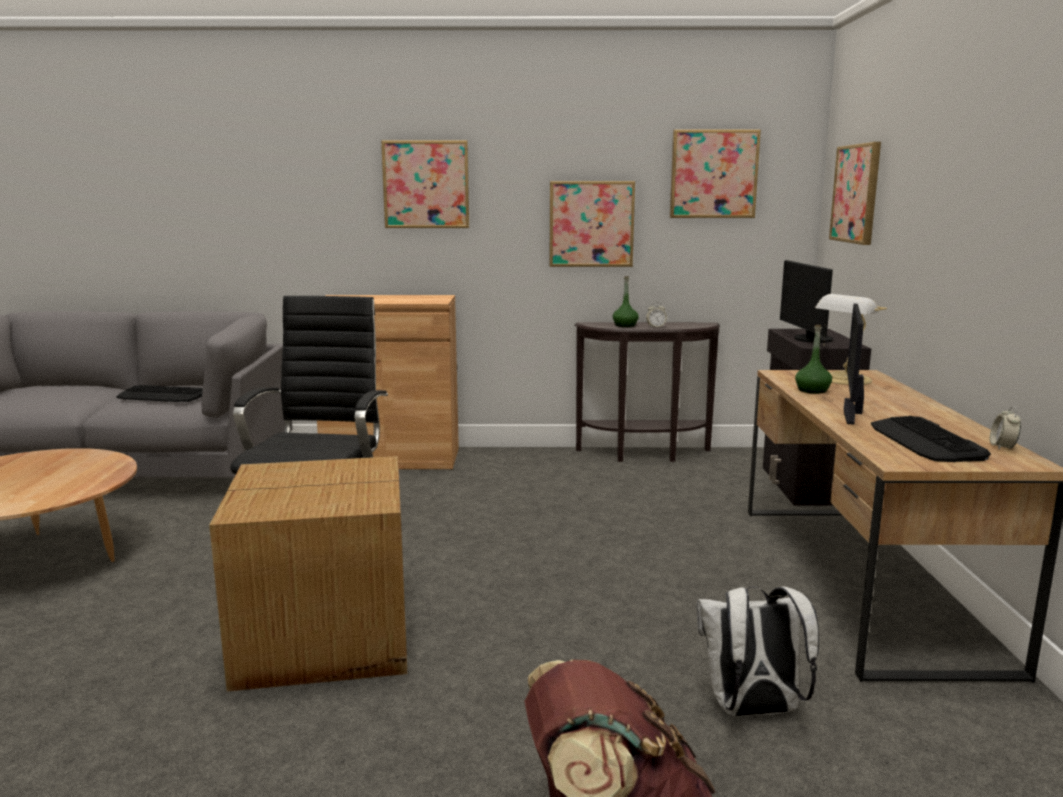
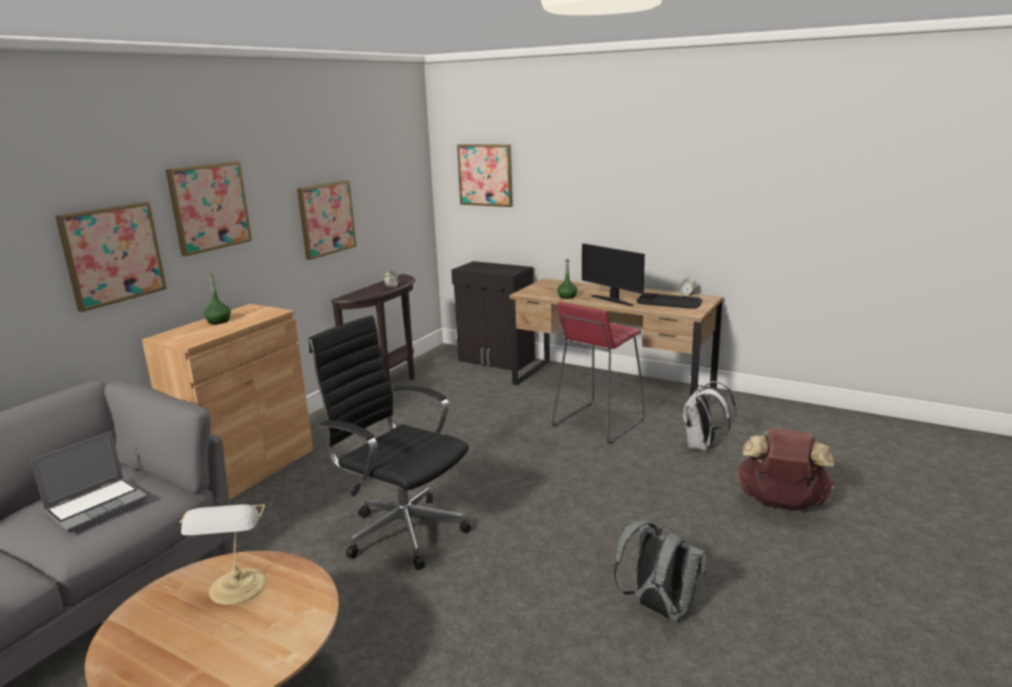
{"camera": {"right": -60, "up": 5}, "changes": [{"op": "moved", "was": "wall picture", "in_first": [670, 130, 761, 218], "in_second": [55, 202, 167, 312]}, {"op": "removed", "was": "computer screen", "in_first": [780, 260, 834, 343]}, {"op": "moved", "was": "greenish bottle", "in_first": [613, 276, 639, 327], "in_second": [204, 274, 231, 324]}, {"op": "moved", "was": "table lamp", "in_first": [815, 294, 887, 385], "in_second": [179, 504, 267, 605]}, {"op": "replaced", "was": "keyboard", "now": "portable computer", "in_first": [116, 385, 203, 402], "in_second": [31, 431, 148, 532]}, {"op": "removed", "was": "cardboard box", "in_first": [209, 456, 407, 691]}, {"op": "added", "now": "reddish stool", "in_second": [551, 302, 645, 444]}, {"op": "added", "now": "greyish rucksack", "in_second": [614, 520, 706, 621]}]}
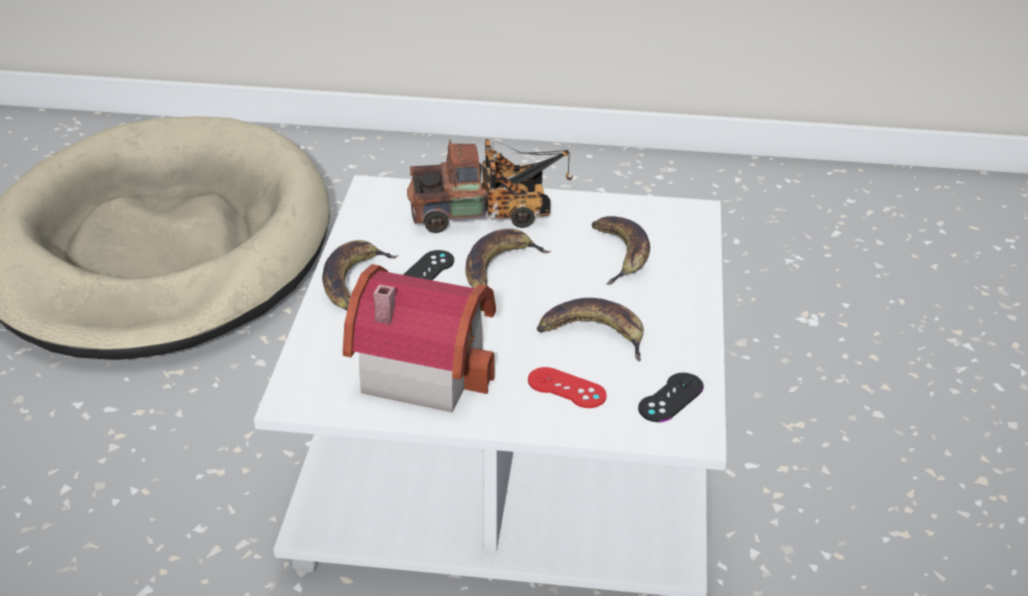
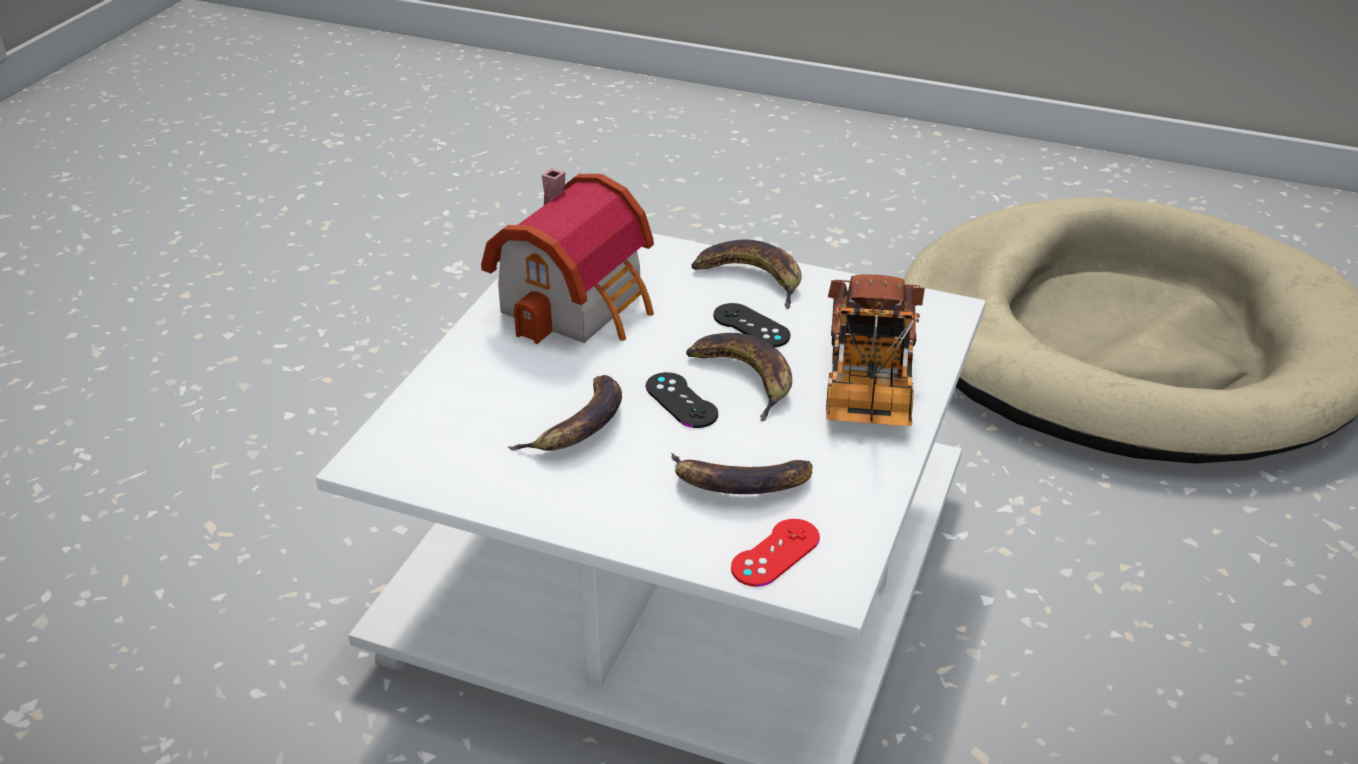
{"camera": {"right": 105, "up": 0}, "changes": [{"op": "moved", "was": "reddish game controller", "in_first": [528, 367, 607, 408], "in_second": [731, 519, 820, 587]}, {"op": "moved", "was": "blackish game controller", "in_first": [638, 373, 704, 422], "in_second": [646, 372, 718, 428]}]}
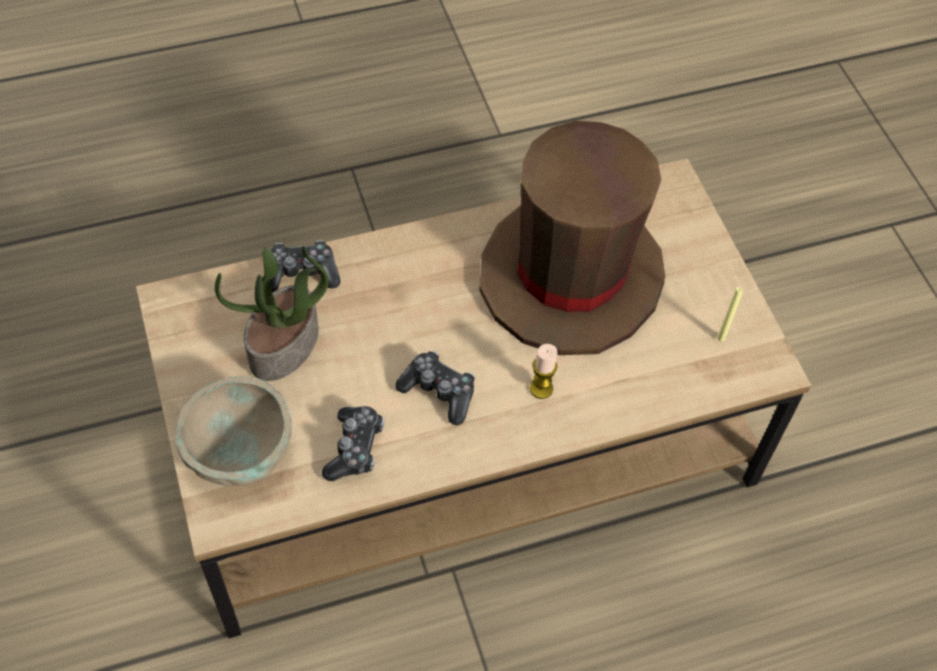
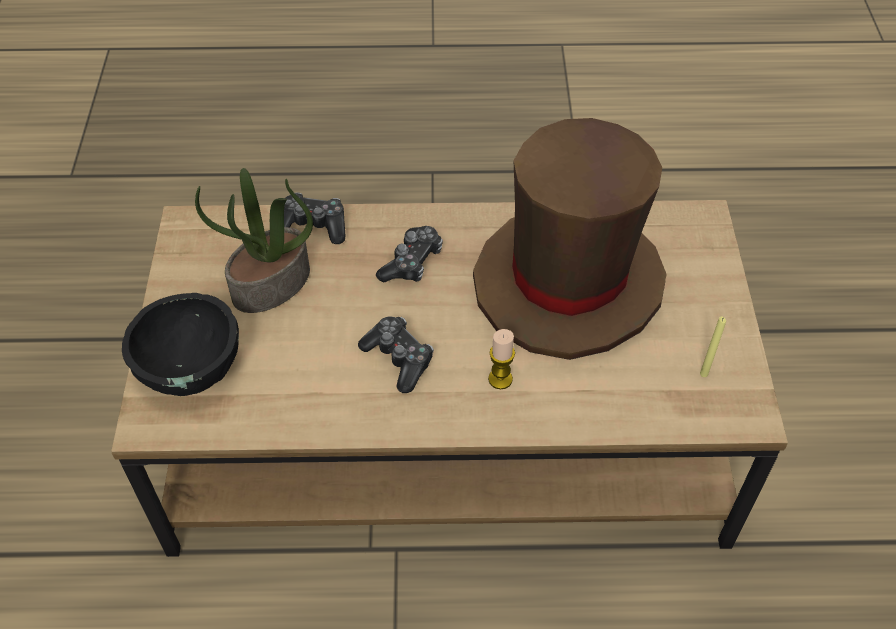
{"camera": {"right": 20, "up": -5}, "changes": [{"op": "recoloured", "was": "beige bowl", "now": "blackish bowl", "in_first": [175, 376, 292, 486], "in_second": [122, 293, 239, 396]}, {"op": "moved", "was": "game controller", "in_first": [322, 406, 384, 481], "in_second": [376, 226, 443, 282]}]}
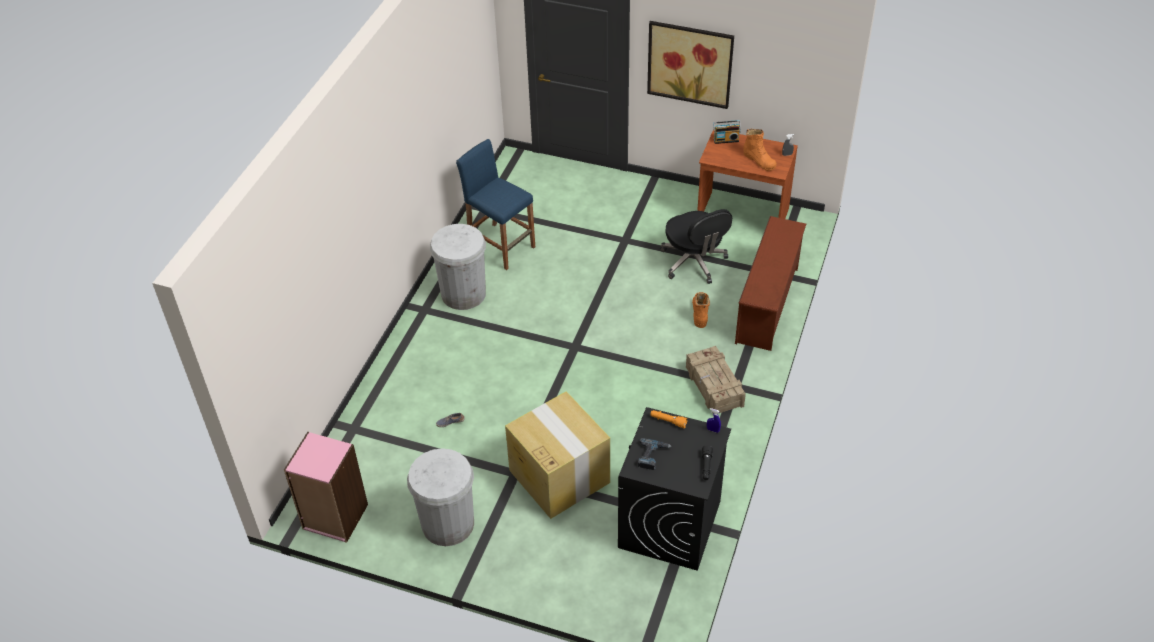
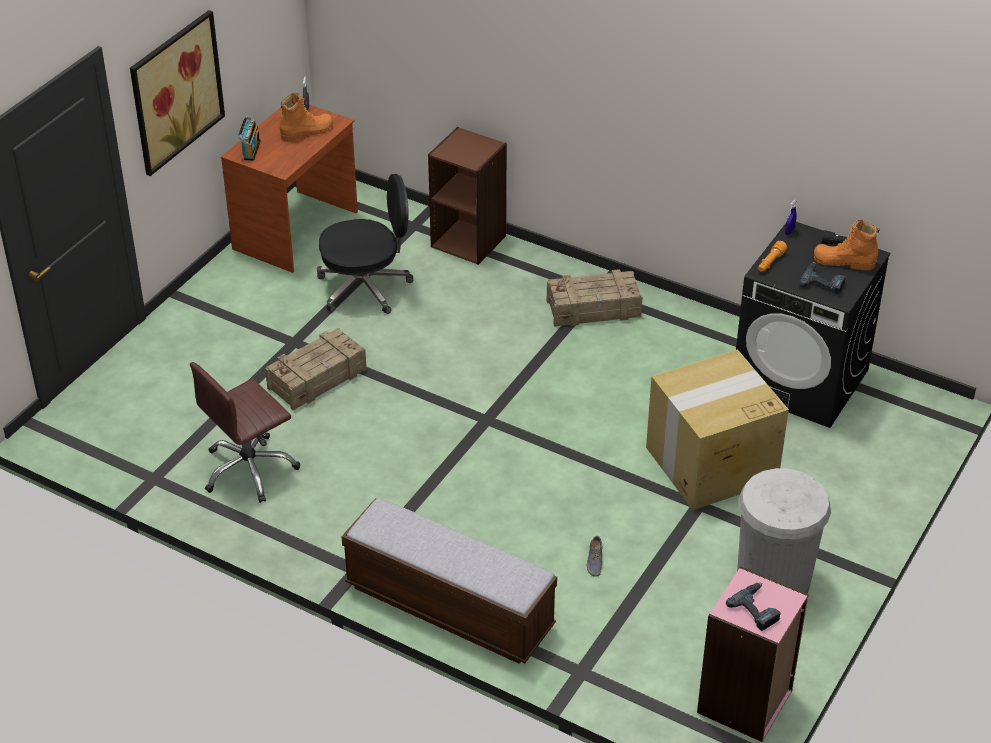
{"camera": {"right": -80, "up": -5}, "changes": [{"op": "replaced", "was": "blue stool", "now": "brown-coloured computer chair", "in_first": [456, 139, 535, 270], "in_second": [190, 362, 300, 503]}, {"op": "replaced", "was": "brown-coloured shoe stand", "now": "brown-coloured bookcase", "in_first": [735, 216, 806, 351], "in_second": [428, 127, 507, 265]}, {"op": "removed", "was": "whitish rubbish bin", "in_first": [430, 224, 486, 310]}, {"op": "moved", "was": "orangey tall boot", "in_first": [692, 292, 710, 328], "in_second": [814, 220, 880, 270]}, {"op": "added", "now": "crate", "in_second": [265, 328, 367, 411]}, {"op": "added", "now": "indoor bench", "in_second": [342, 498, 557, 664]}, {"op": "added", "now": "electric drill", "in_second": [726, 582, 781, 631]}]}
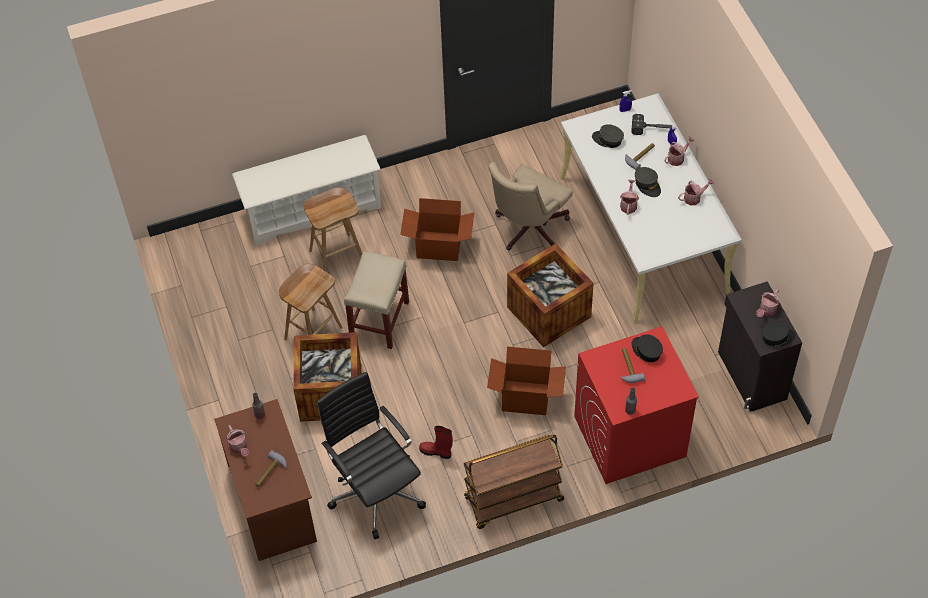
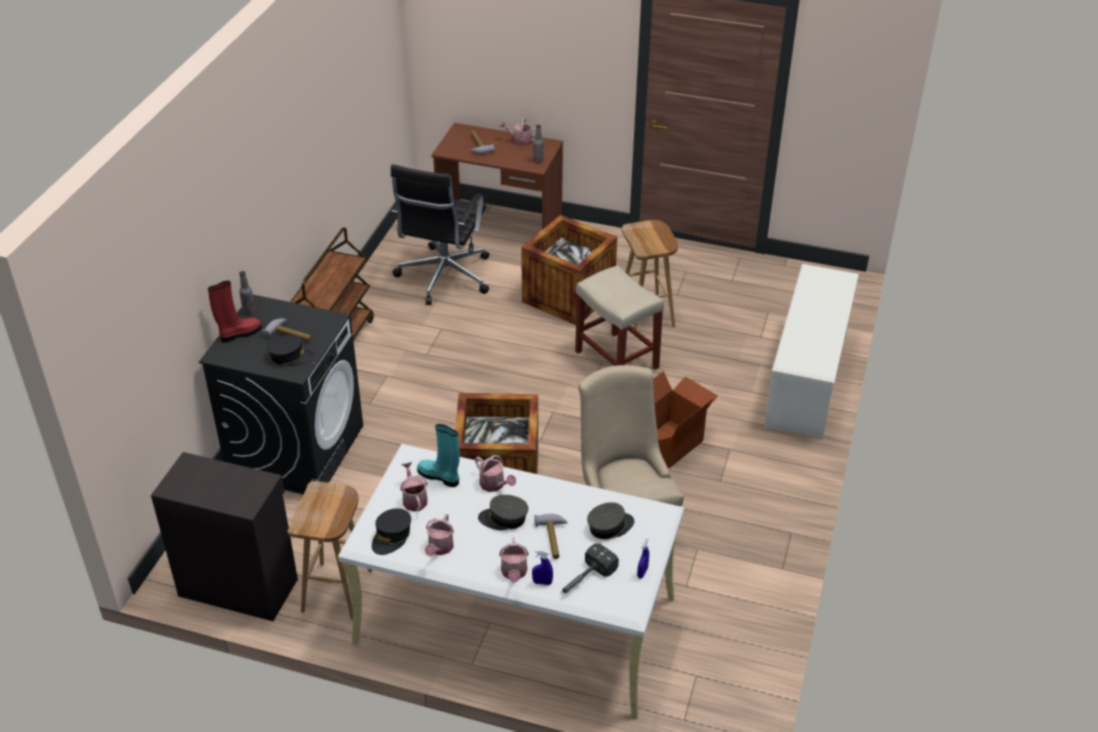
{"camera": {"right": 125, "up": -15}, "changes": [{"op": "moved", "was": "brown-coloured stool", "in_first": [304, 187, 362, 272], "in_second": [287, 481, 372, 621]}, {"op": "moved", "was": "sprinkling can", "in_first": [756, 290, 779, 317], "in_second": [400, 462, 428, 511]}, {"op": "moved", "was": "blackish baseball cap", "in_first": [762, 321, 796, 346], "in_second": [372, 508, 411, 555]}, {"op": "recoloured", "was": "reddish washing machine", "now": "blackish washing machine", "in_first": [574, 326, 699, 484], "in_second": [199, 295, 363, 494]}, {"op": "removed", "was": "cardboard box", "in_first": [487, 347, 566, 415]}, {"op": "turned", "was": "blackish computer chair", "in_first": [316, 372, 426, 539], "in_second": [391, 164, 490, 305], "clockwise": 105}, {"op": "moved", "was": "reddish tall boot", "in_first": [419, 426, 453, 459], "in_second": [208, 281, 262, 343]}, {"op": "added", "now": "turquoise tall boot", "in_second": [417, 424, 460, 487]}]}
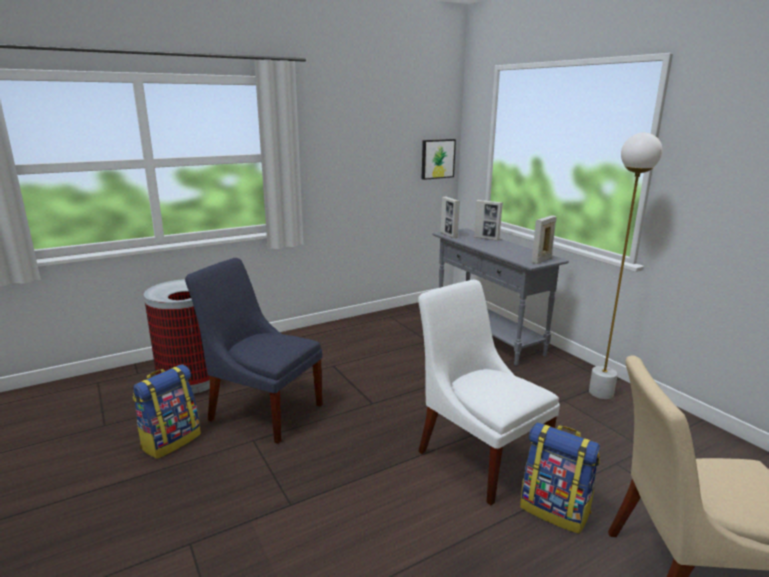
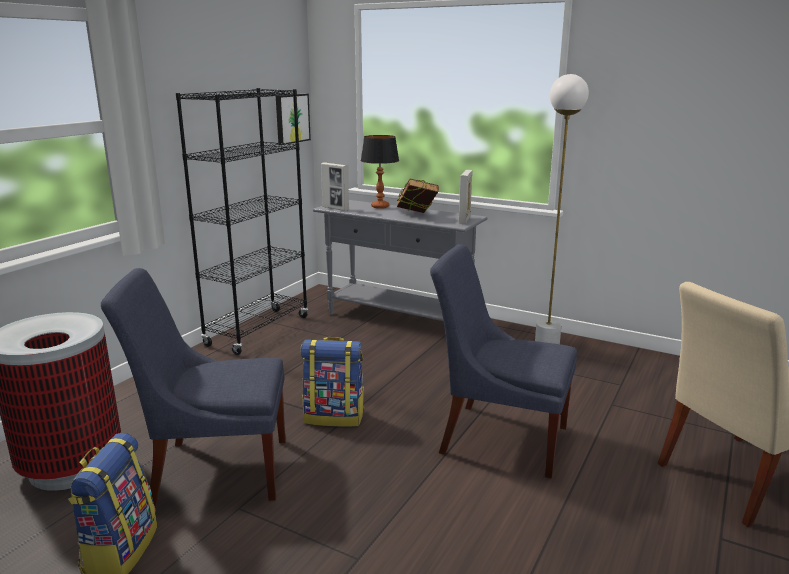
{"camera": {"right": -30, "up": 0}, "changes": [{"op": "replaced", "was": "picture frame", "now": "table lamp", "in_first": [474, 200, 503, 241], "in_second": [361, 135, 399, 209]}, {"op": "recoloured", "was": "whitish chair", "now": "blue chair", "in_first": [418, 279, 560, 505], "in_second": [430, 244, 577, 479]}, {"op": "moved", "was": "rucksack", "in_first": [520, 422, 600, 534], "in_second": [301, 337, 365, 427]}, {"op": "added", "now": "blackish bookcase", "in_second": [176, 88, 308, 355]}, {"op": "added", "now": "volume", "in_second": [397, 179, 439, 213]}]}
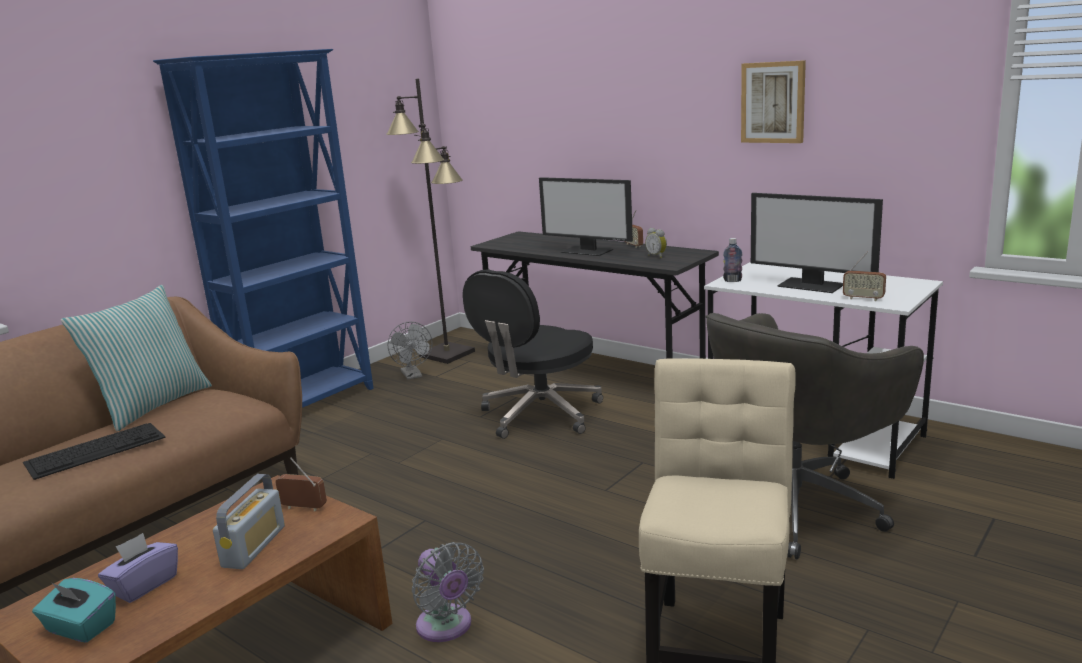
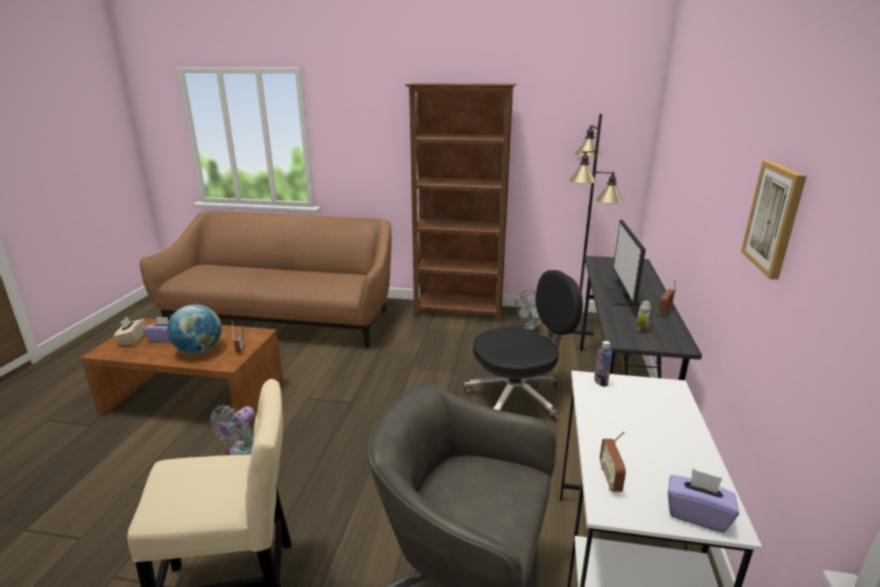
{"camera": {"right": 60, "up": 5}, "changes": [{"op": "recoloured", "was": "blue bookcase", "now": "brown-coloured bookcase", "in_first": [153, 49, 374, 408], "in_second": [405, 83, 517, 323]}, {"op": "removed", "was": "computer screen", "in_first": [751, 193, 883, 293]}, {"op": "turned", "was": "blackish computer chair", "in_first": [462, 270, 603, 439], "in_second": [464, 270, 583, 421], "clockwise": 150}, {"op": "removed", "was": "pillow", "in_first": [61, 285, 212, 431]}, {"op": "removed", "was": "keyboard", "in_first": [23, 423, 166, 480]}, {"op": "replaced", "was": "radio", "now": "world globe", "in_first": [213, 474, 285, 569], "in_second": [167, 304, 222, 354]}, {"op": "recoloured", "was": "turquoise tissue box", "now": "beige tissue box", "in_first": [32, 578, 116, 642], "in_second": [114, 317, 145, 345]}, {"op": "added", "now": "purple tissue box", "in_second": [668, 469, 739, 533]}]}
